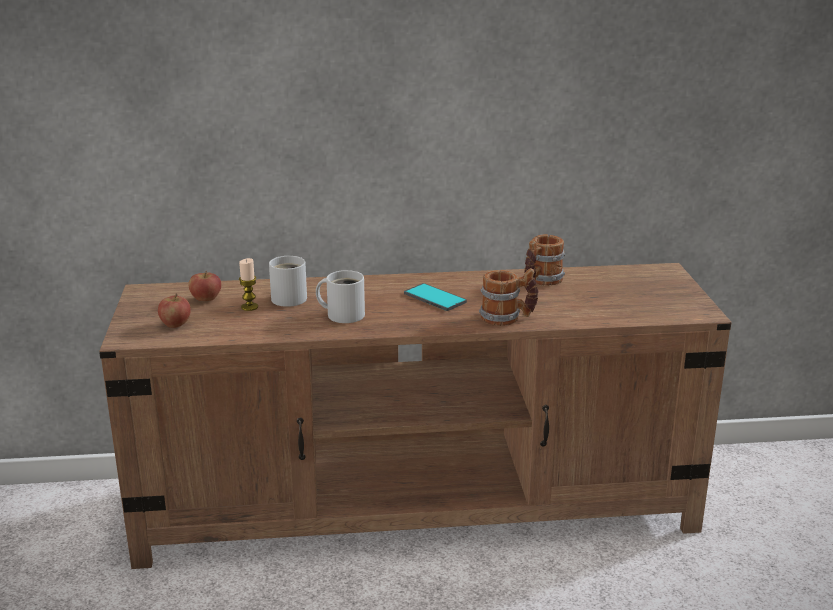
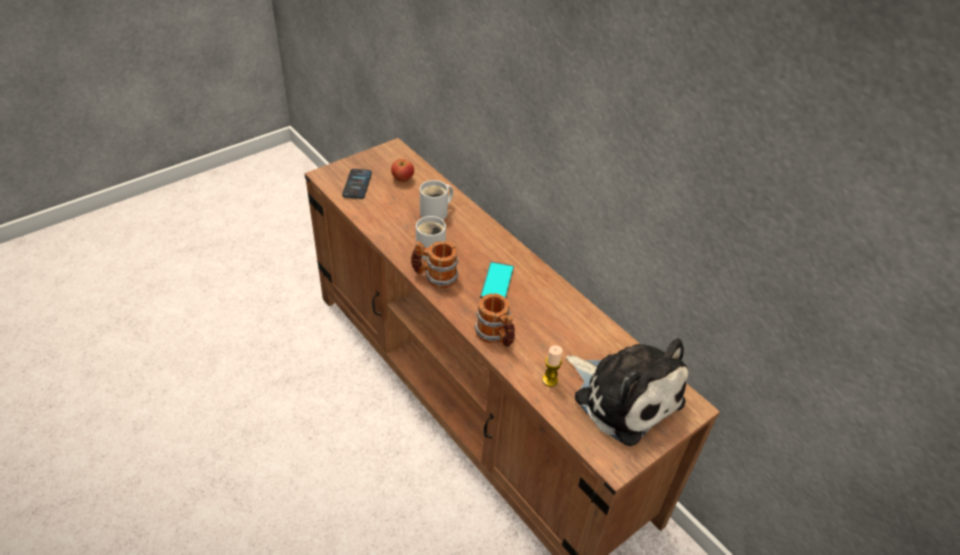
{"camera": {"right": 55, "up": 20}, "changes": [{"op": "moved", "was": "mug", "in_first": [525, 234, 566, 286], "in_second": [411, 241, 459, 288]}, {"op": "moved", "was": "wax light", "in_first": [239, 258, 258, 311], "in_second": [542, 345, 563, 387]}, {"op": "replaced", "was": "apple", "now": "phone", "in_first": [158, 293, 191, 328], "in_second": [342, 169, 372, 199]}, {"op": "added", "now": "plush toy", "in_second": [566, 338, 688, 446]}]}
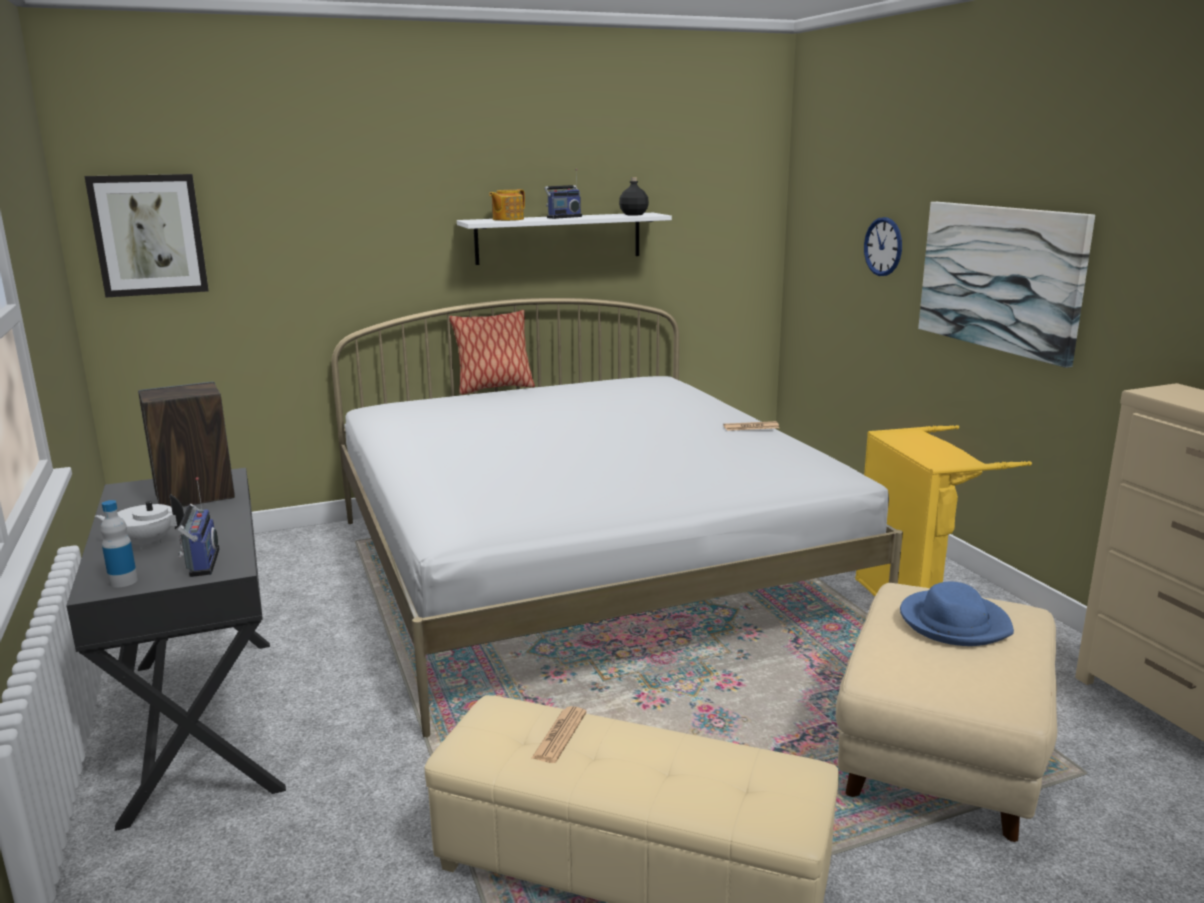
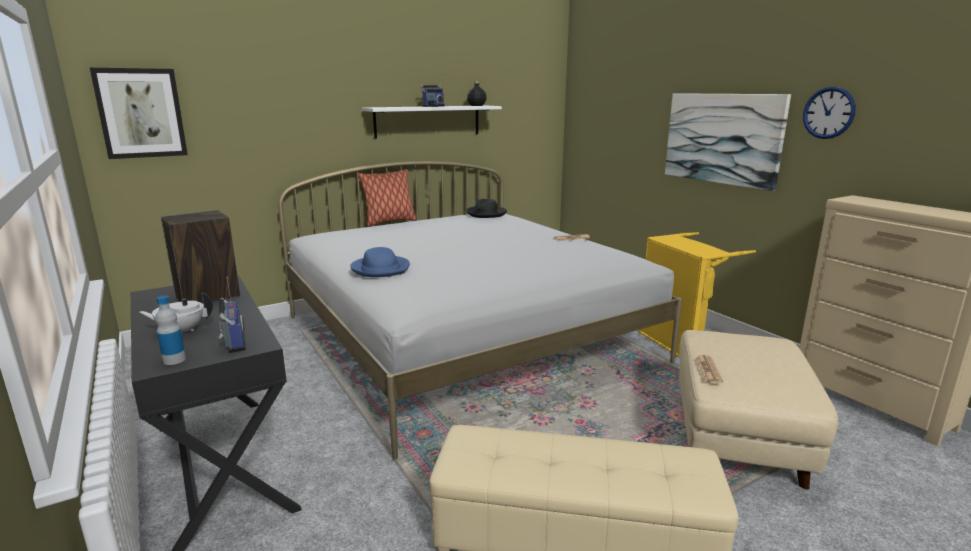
{"camera": {"right": -10, "up": 0}, "changes": [{"op": "removed", "was": "pot for tea", "in_first": [489, 189, 525, 221]}, {"op": "moved", "was": "hanging clock", "in_first": [864, 217, 902, 276], "in_second": [803, 87, 856, 139]}, {"op": "moved", "was": "blue wearable hat", "in_first": [900, 581, 1014, 646], "in_second": [350, 247, 410, 277]}, {"op": "moved", "was": "printed paper", "in_first": [531, 706, 587, 763], "in_second": [695, 355, 723, 383]}, {"op": "added", "now": "blackish wearable hat", "in_second": [466, 199, 507, 218]}]}
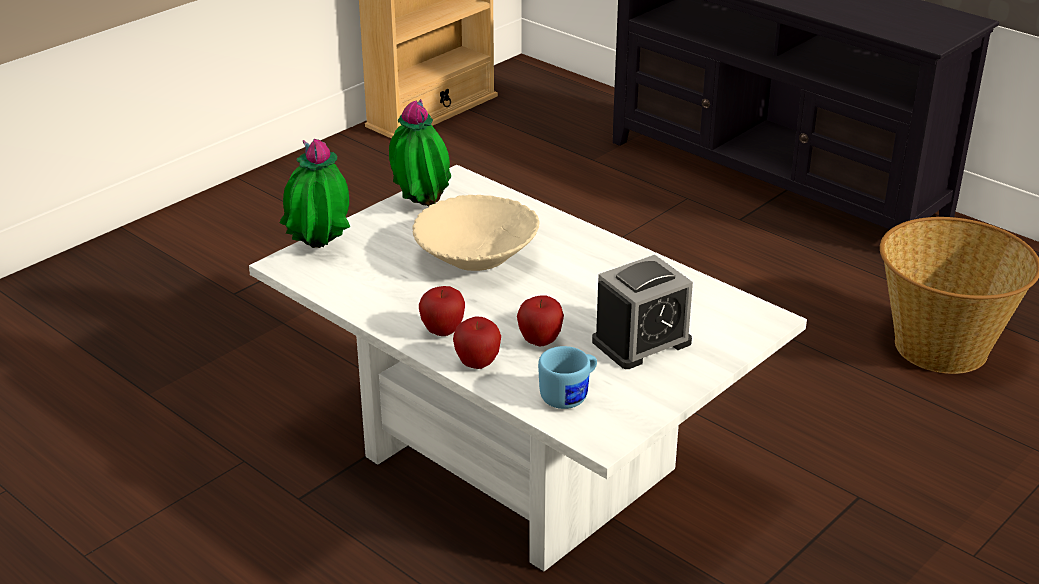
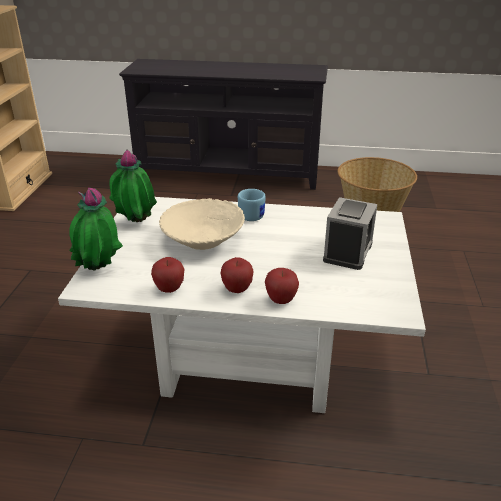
{"camera": {"right": -35, "up": 0}, "changes": [{"op": "moved", "was": "apple", "in_first": [517, 295, 564, 346], "in_second": [151, 257, 184, 293]}, {"op": "moved", "was": "blue mug", "in_first": [538, 346, 597, 409], "in_second": [238, 189, 266, 221]}]}
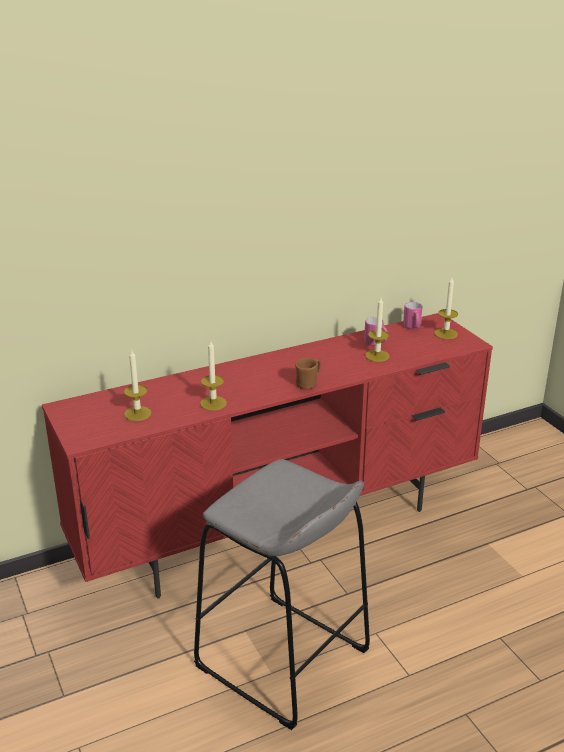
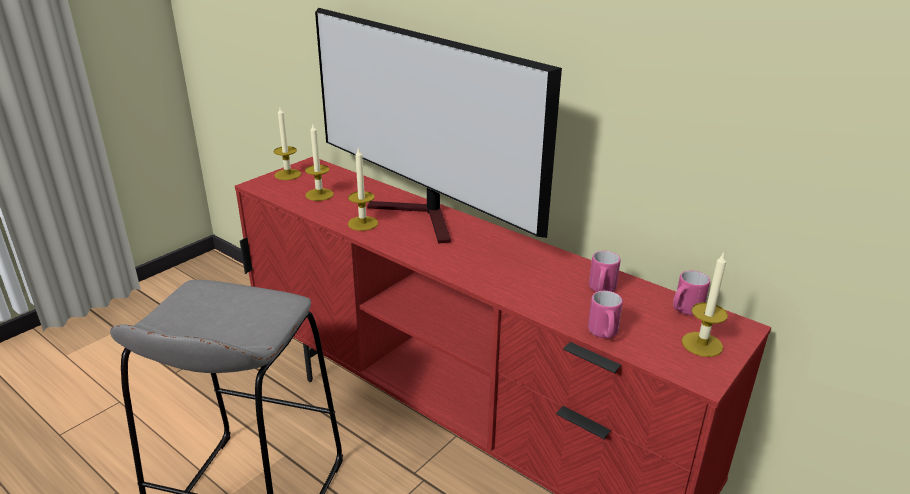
{"camera": {"right": 65, "up": 0}, "changes": [{"op": "moved", "was": "wax light", "in_first": [365, 297, 389, 362], "in_second": [273, 107, 301, 180]}, {"op": "removed", "was": "brown-coloured mug", "in_first": [295, 358, 321, 390]}, {"op": "added", "now": "television", "in_second": [315, 8, 562, 244]}, {"op": "added", "now": "pink-coloured mug", "in_second": [588, 291, 623, 338]}]}
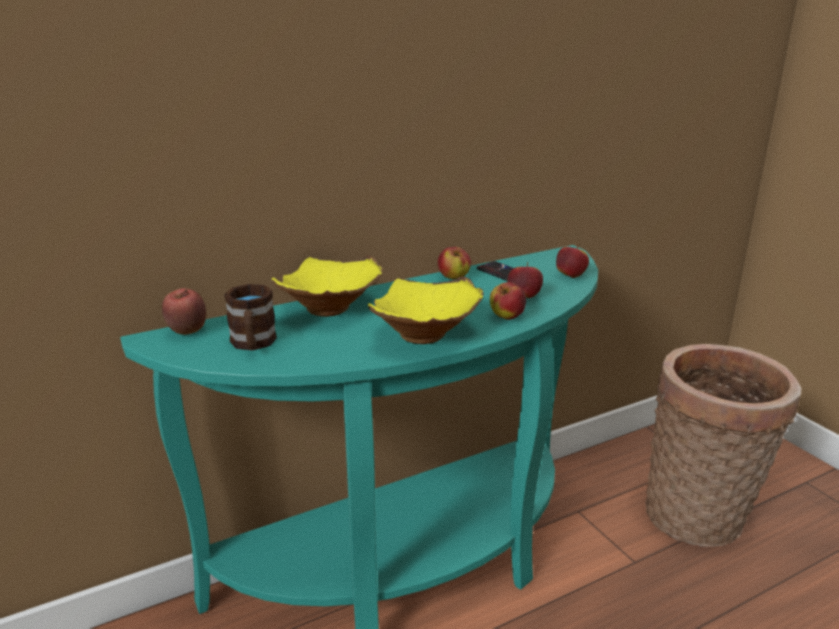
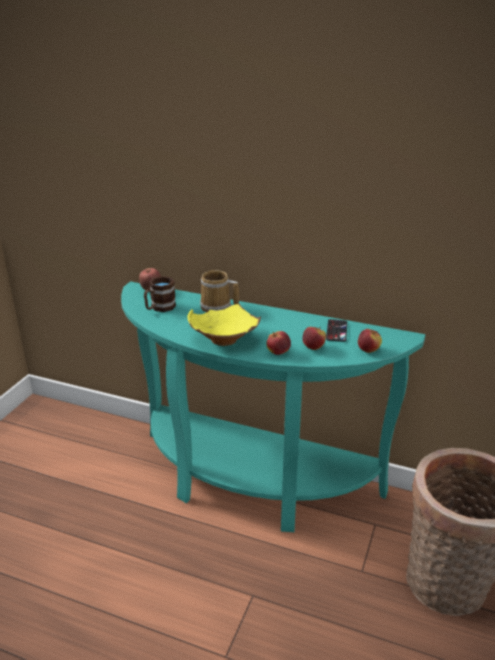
{"camera": {"right": 50, "up": 5}, "changes": [{"op": "removed", "was": "apple", "in_first": [438, 247, 471, 279]}, {"op": "replaced", "was": "yellowish bowl", "now": "mug", "in_first": [272, 255, 383, 317], "in_second": [200, 270, 239, 313]}]}
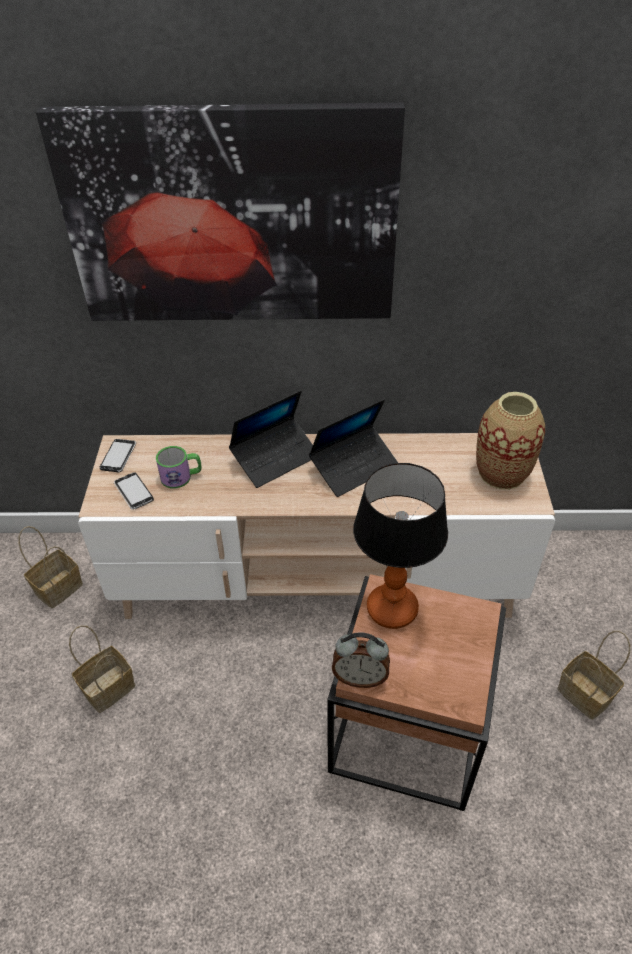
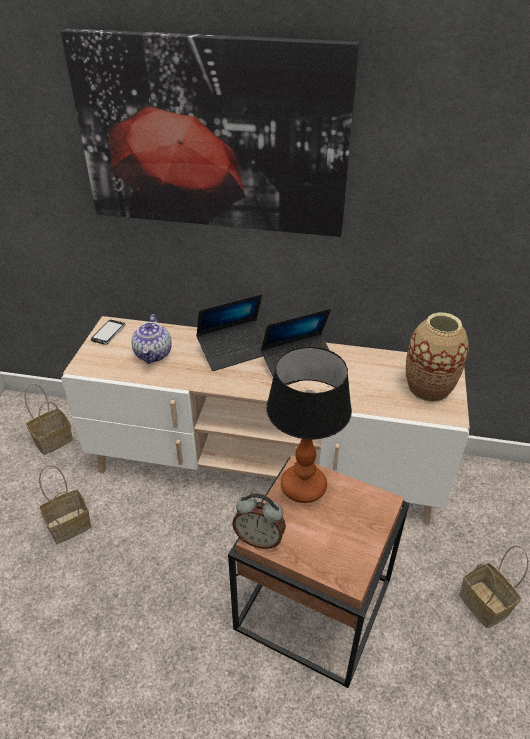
{"camera": {"right": 10, "up": -5}, "changes": [{"op": "replaced", "was": "mug", "now": "pot for tea", "in_first": [156, 446, 202, 488], "in_second": [131, 314, 172, 364]}, {"op": "removed", "was": "phone", "in_first": [114, 472, 154, 510]}]}
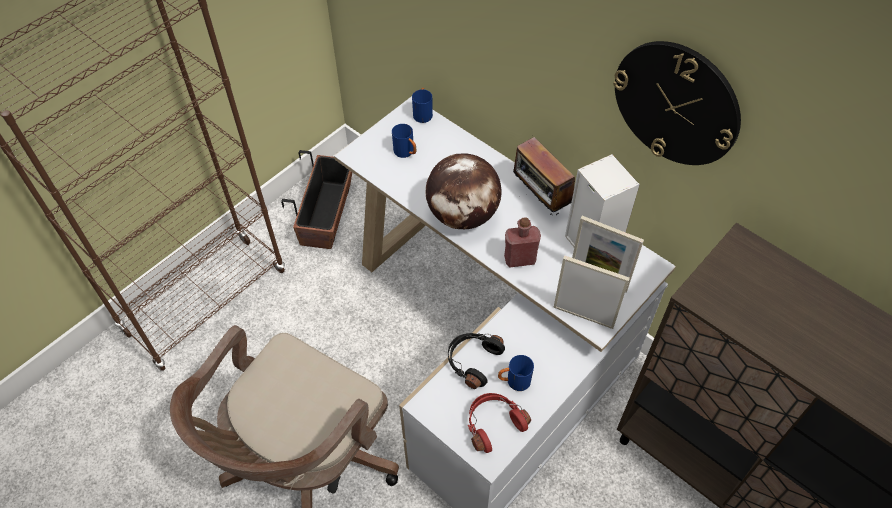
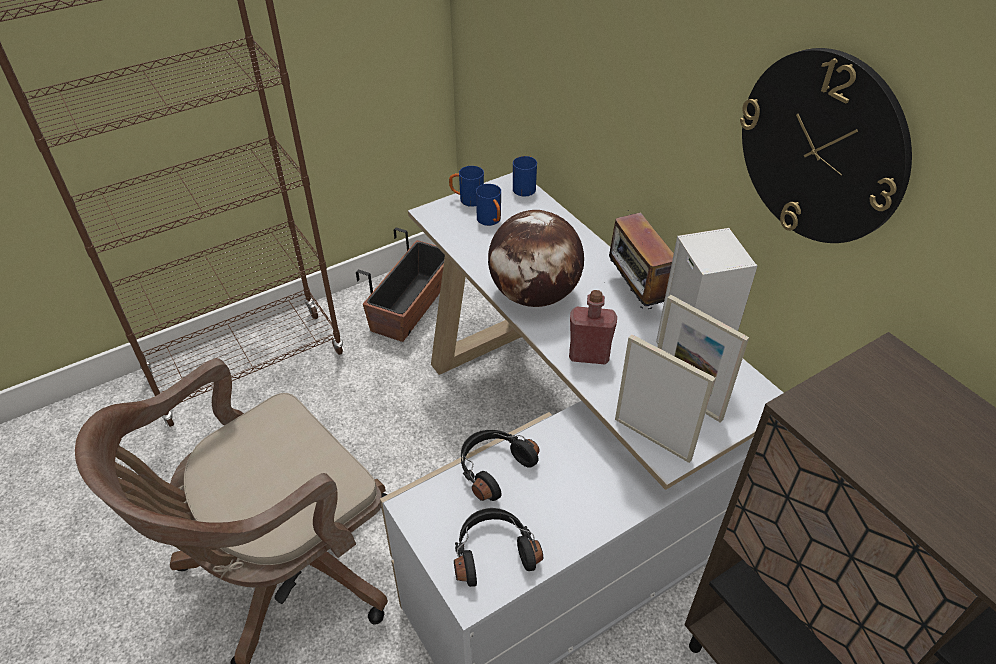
{"camera": {"right": 15, "up": -10}, "changes": [{"op": "moved", "was": "blue mug", "in_first": [498, 355, 534, 391], "in_second": [449, 166, 484, 207]}, {"op": "recoloured", "was": "reddish headset", "now": "blackish headset", "in_first": [468, 393, 531, 453], "in_second": [454, 508, 543, 587]}]}
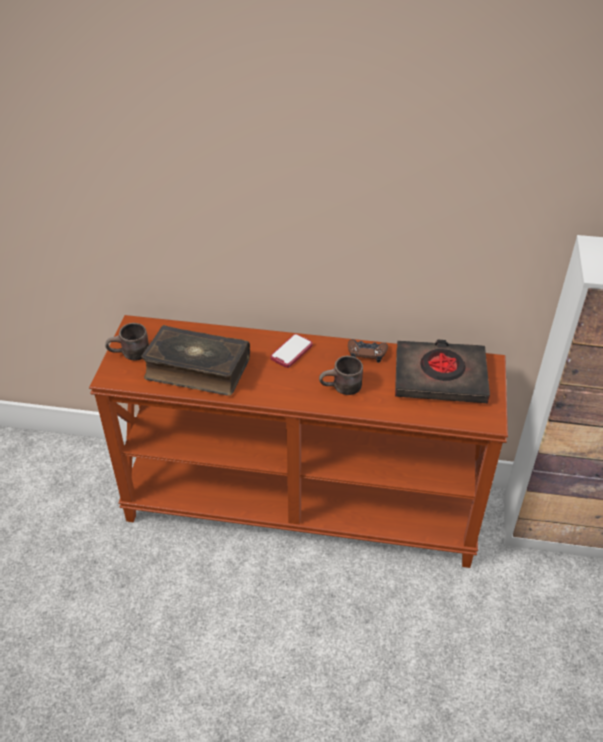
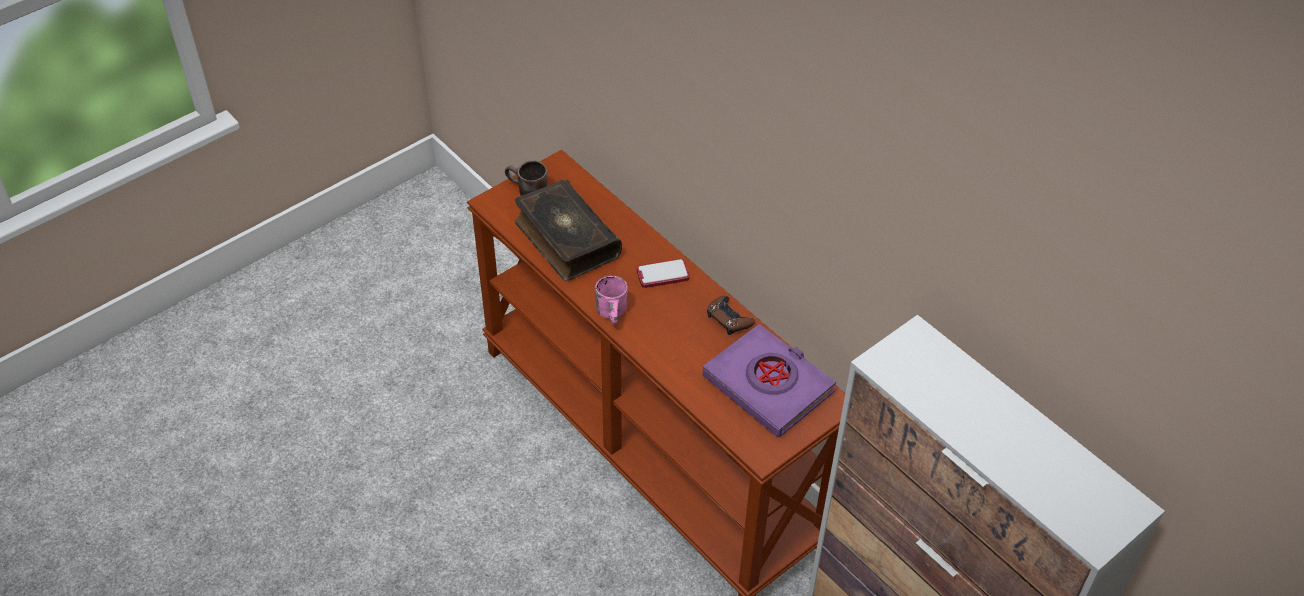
{"camera": {"right": 40, "up": 5}, "changes": [{"op": "recoloured", "was": "blackish volume", "now": "purple volume", "in_first": [395, 340, 490, 403], "in_second": [703, 324, 836, 437]}, {"op": "removed", "was": "brown-coloured mug", "in_first": [319, 356, 363, 395]}, {"op": "added", "now": "pink-coloured mug", "in_second": [595, 276, 628, 324]}]}
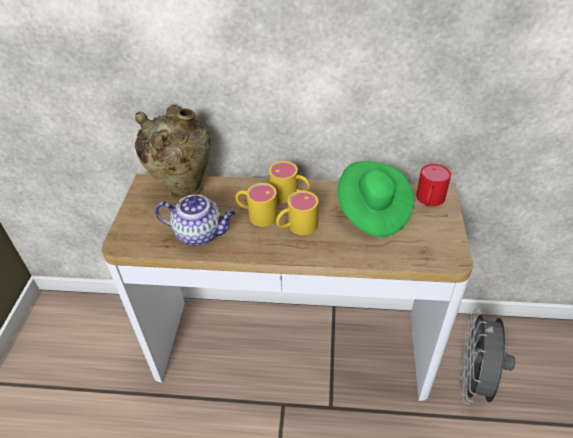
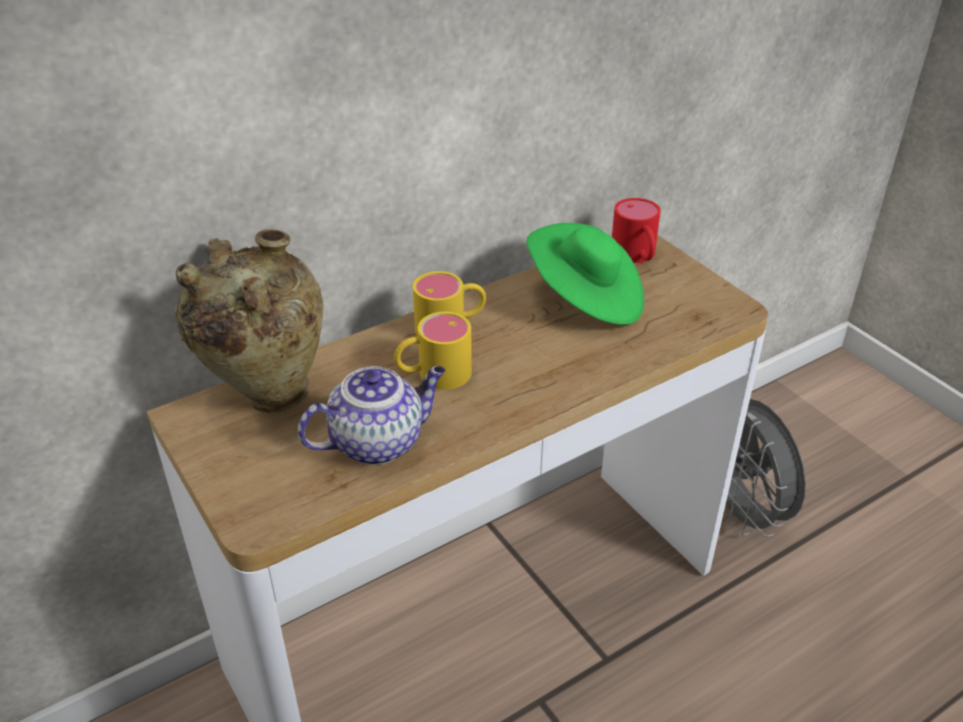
{"camera": {"right": -40, "up": -5}, "changes": [{"op": "removed", "was": "yellowish mug", "in_first": [276, 191, 318, 235]}]}
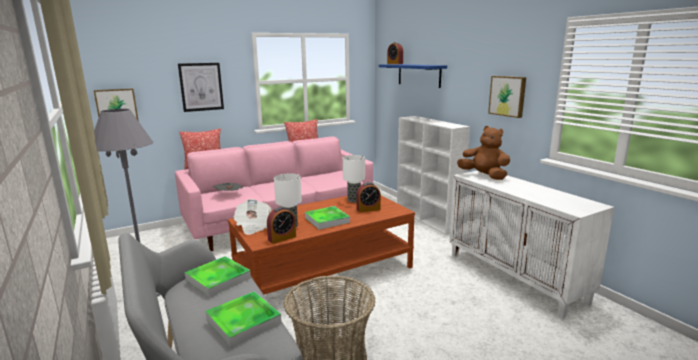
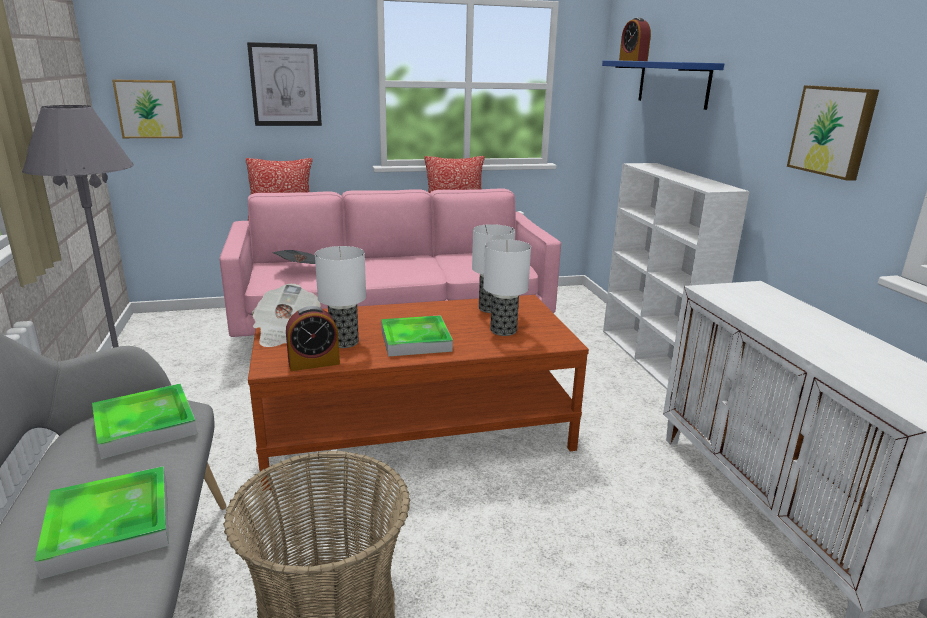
{"camera": {"right": 15, "up": 5}, "changes": [{"op": "removed", "was": "brown-coloured plush toy", "in_first": [457, 126, 510, 180]}, {"op": "replaced", "was": "alarm clock", "now": "table lamp", "in_first": [357, 182, 381, 212], "in_second": [483, 239, 531, 336]}]}
